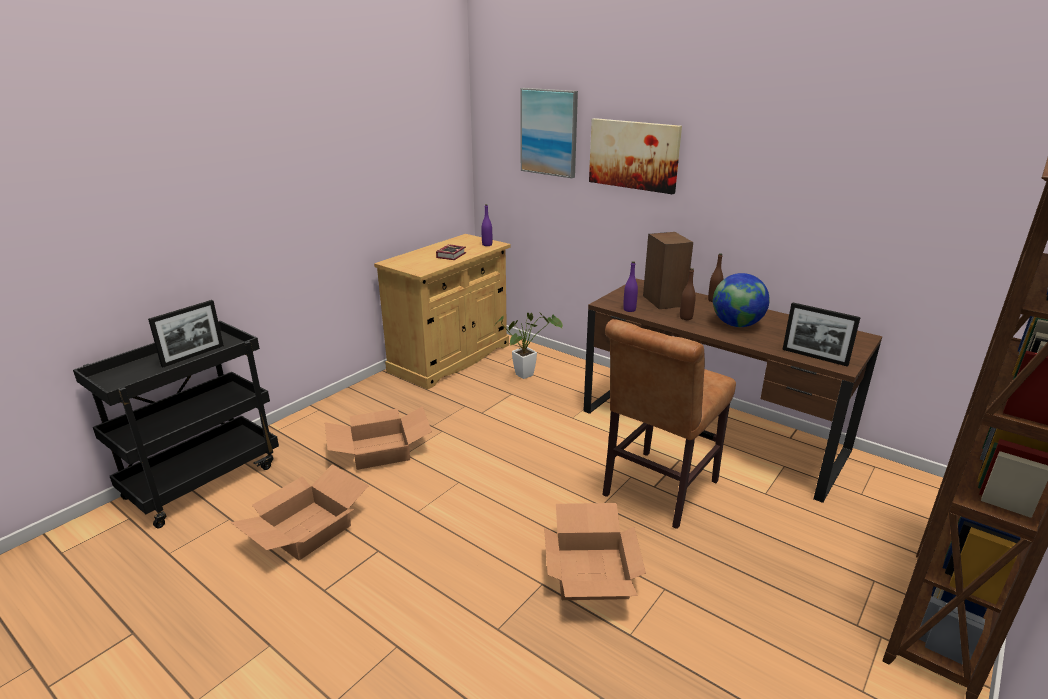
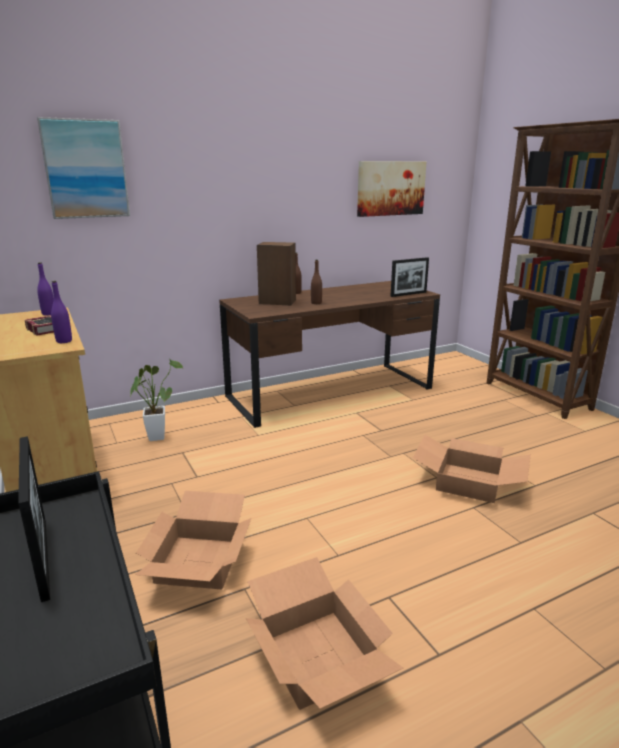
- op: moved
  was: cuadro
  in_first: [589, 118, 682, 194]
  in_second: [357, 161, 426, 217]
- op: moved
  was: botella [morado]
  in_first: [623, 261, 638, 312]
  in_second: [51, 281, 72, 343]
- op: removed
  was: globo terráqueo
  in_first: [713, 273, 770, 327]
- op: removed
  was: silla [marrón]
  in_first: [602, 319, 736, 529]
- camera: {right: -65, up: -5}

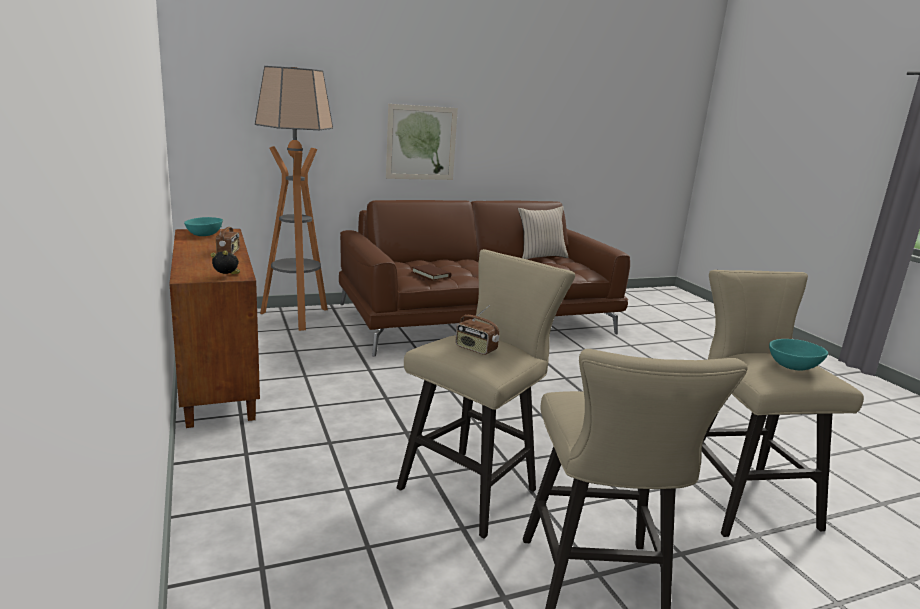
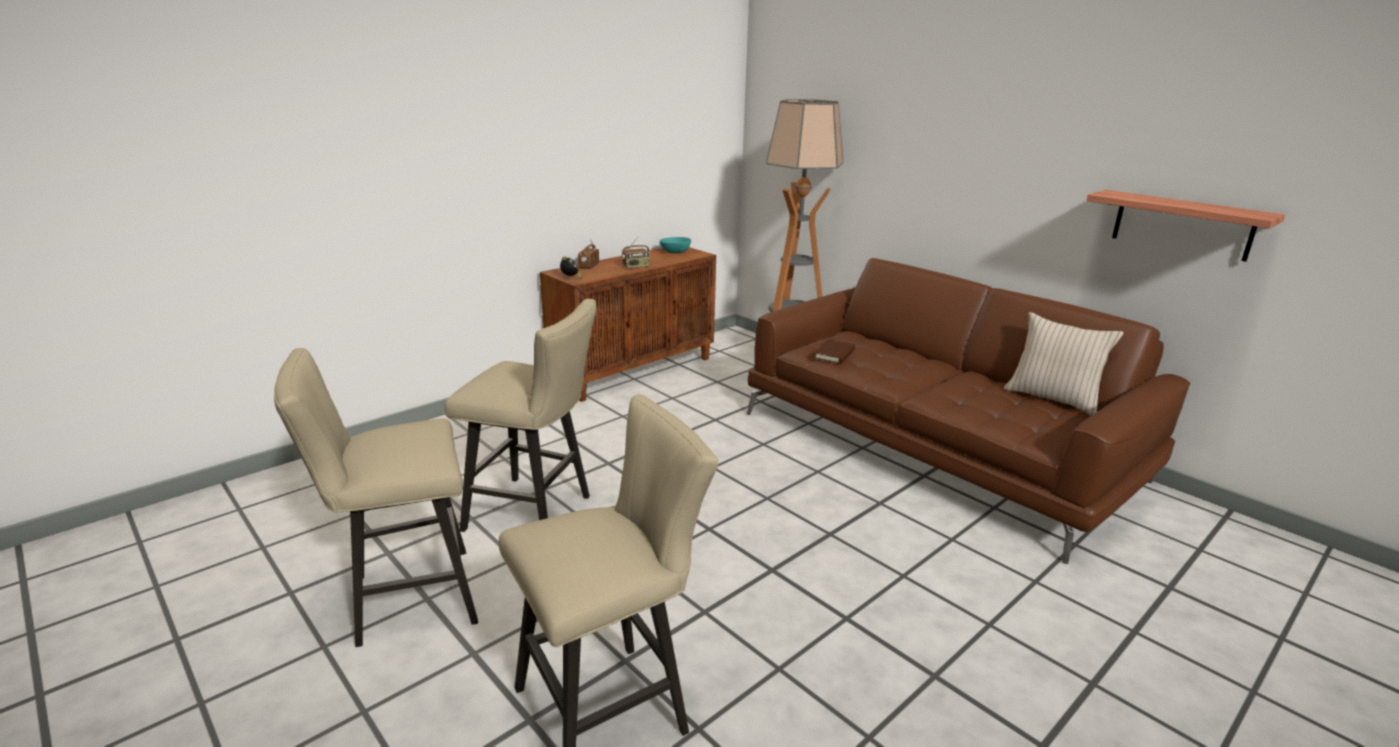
- op: removed
  was: cuadro
  in_first: [386, 104, 458, 180]
- op: moved
  was: radio
  in_first: [456, 305, 499, 355]
  in_second: [578, 239, 599, 270]
- op: removed
  was: cuenco [turquesa]
  in_first: [769, 339, 828, 371]
- op: added
  now: estante
  in_second: [1087, 190, 1285, 262]
- camera: {right: 70, up: 5}

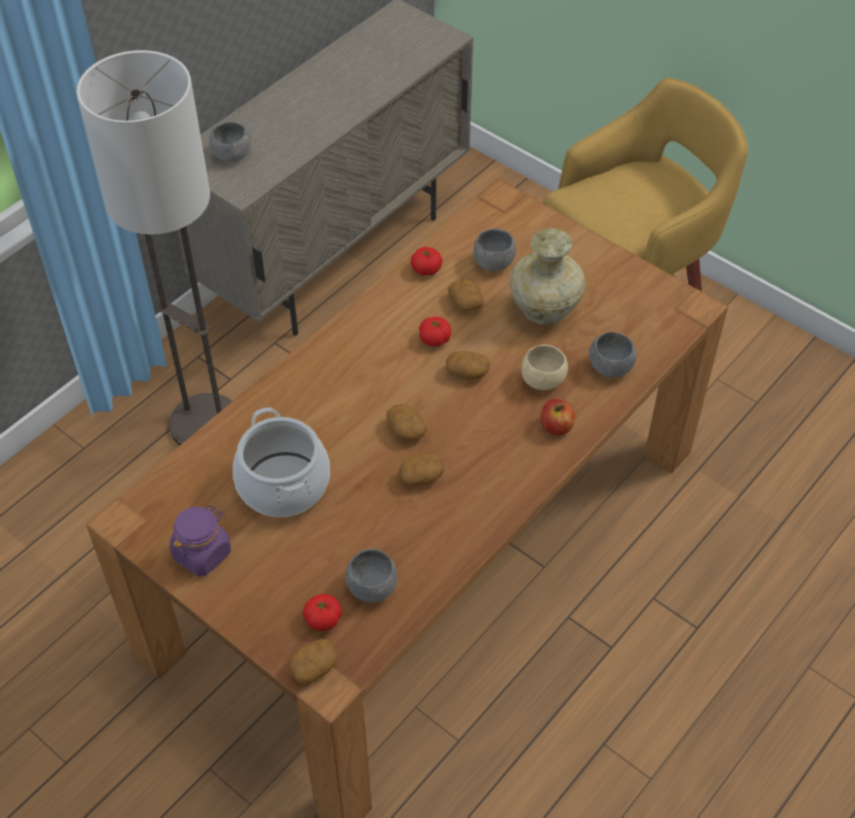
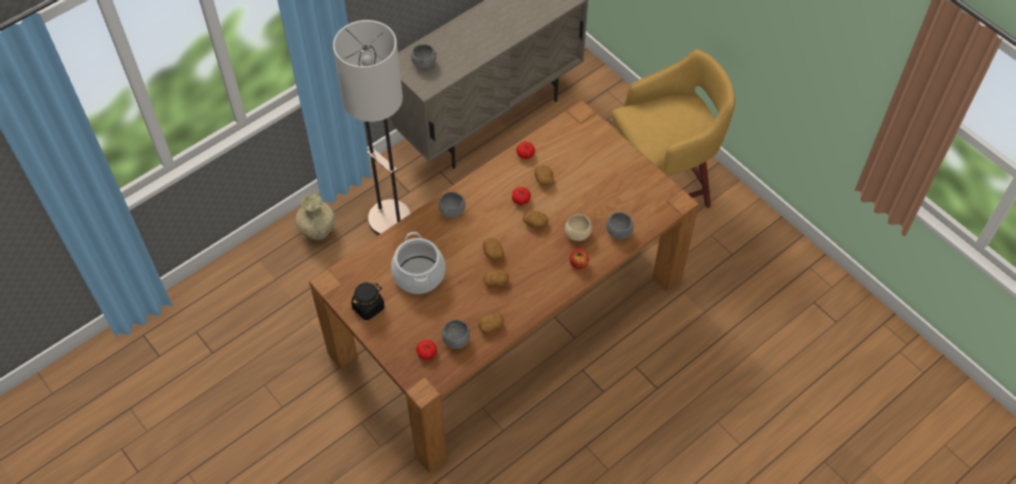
- op: moved
  was: florero [beis]
  in_first: [510, 228, 586, 325]
  in_second: [295, 194, 335, 240]
- op: moved
  was: cuenco [gris]
  in_first: [473, 229, 516, 271]
  in_second: [439, 192, 465, 218]
- op: recoloured
  was: tarro [morado]
  now: tarro [negro]
  in_first: [170, 505, 231, 577]
  in_second: [351, 283, 385, 320]
- op: moved
  was: patata
  in_first: [289, 639, 338, 685]
  in_second: [479, 312, 504, 334]
- camera: {right: 10, up: 5}

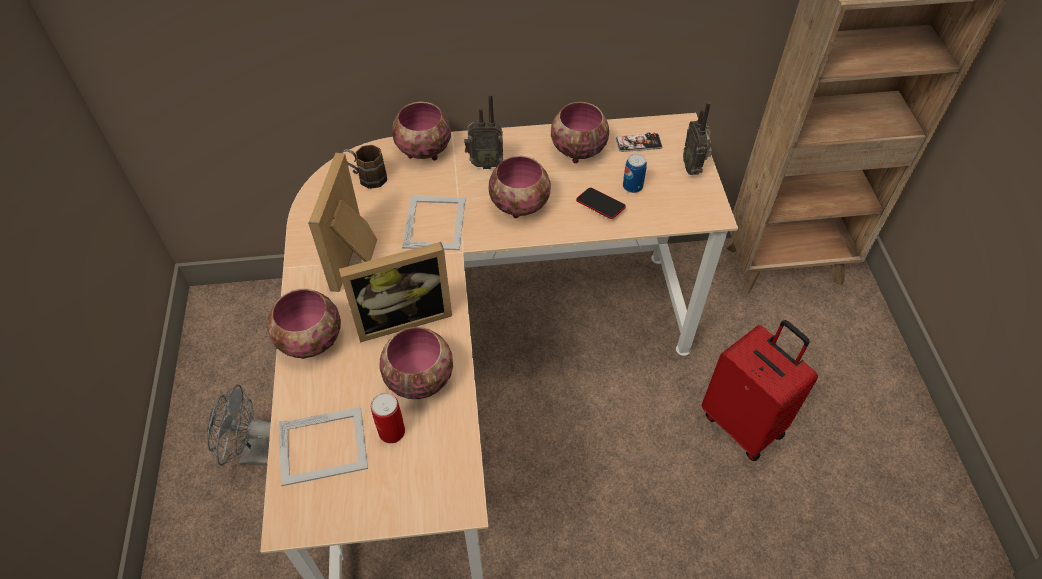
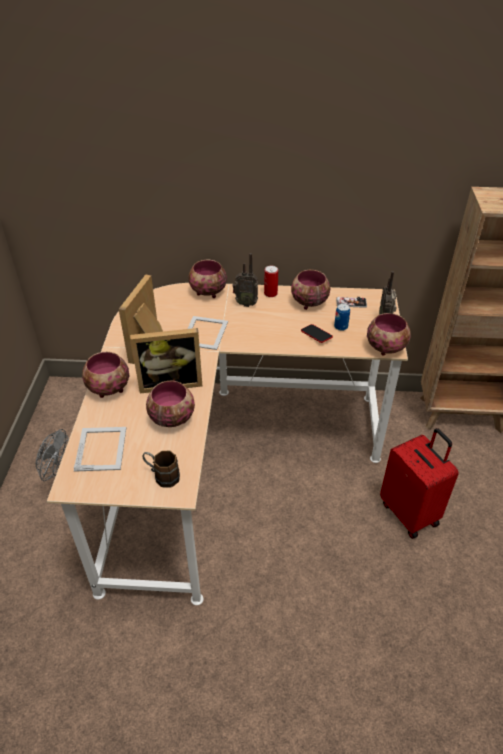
- op: moved
  was: taza grande [marrón]
  in_first: [342, 145, 387, 189]
  in_second: [142, 451, 180, 488]
- op: moved
  was: cuenco
  in_first: [489, 156, 551, 218]
  in_second: [367, 313, 411, 356]
- op: moved
  was: lata
  in_first: [371, 393, 405, 443]
  in_second: [264, 266, 278, 297]
- op: turned
  was: portarretratos
  in_first: [278, 407, 368, 486]
  in_second: [74, 427, 126, 472]
  clockwise: -90
- camera: {right: 10, up: -10}

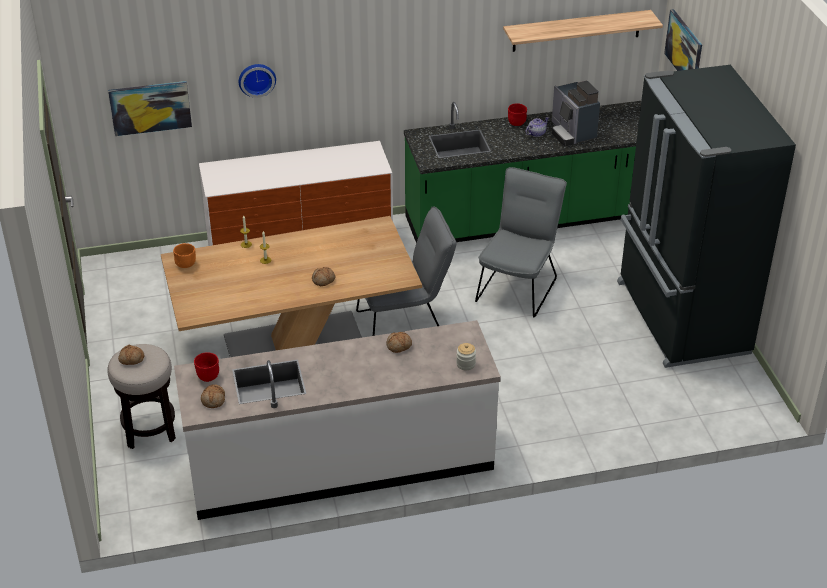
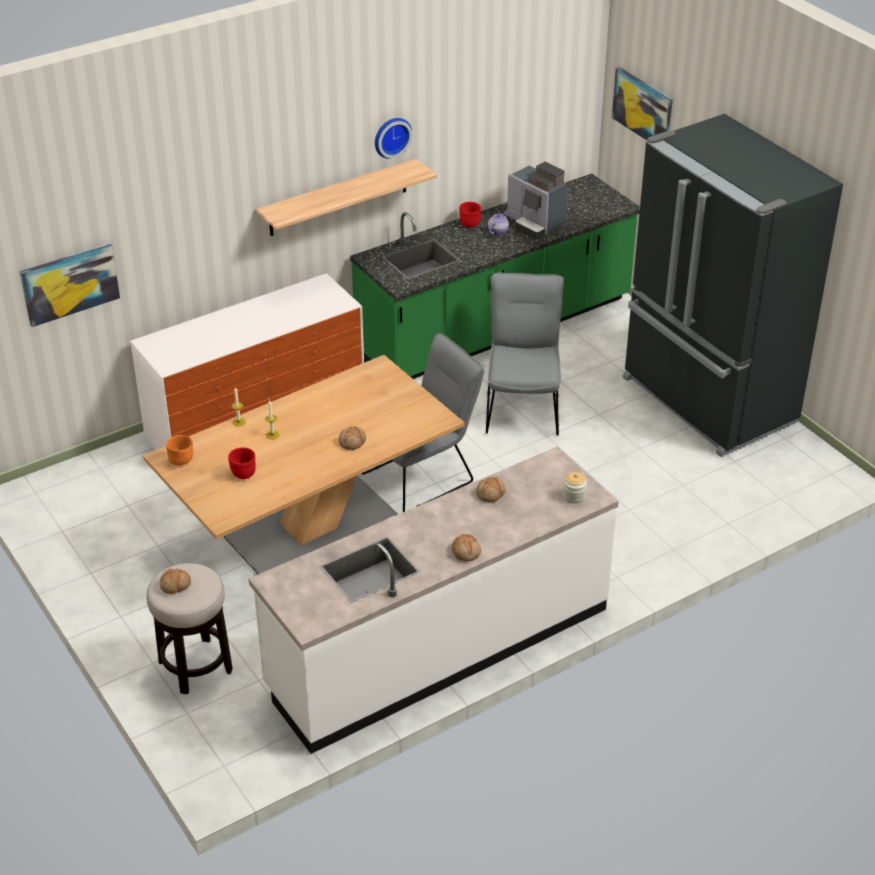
- op: moved
  was: estante
  in_first: [503, 10, 663, 52]
  in_second: [256, 158, 437, 236]
- op: moved
  was: reloj de pared
  in_first: [239, 64, 276, 98]
  in_second: [375, 118, 412, 159]
- op: moved
  was: cuenco [rojo]
  in_first: [194, 352, 219, 382]
  in_second: [228, 447, 256, 479]
- op: moved
  was: pan
  in_first: [201, 384, 225, 408]
  in_second: [452, 534, 481, 562]
- camera: {right: -20, up: 0}

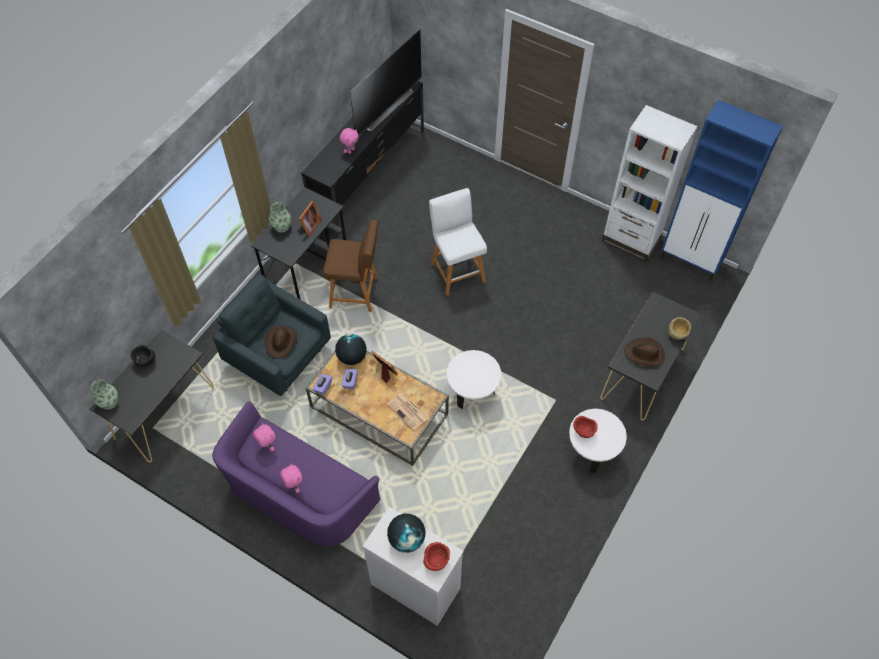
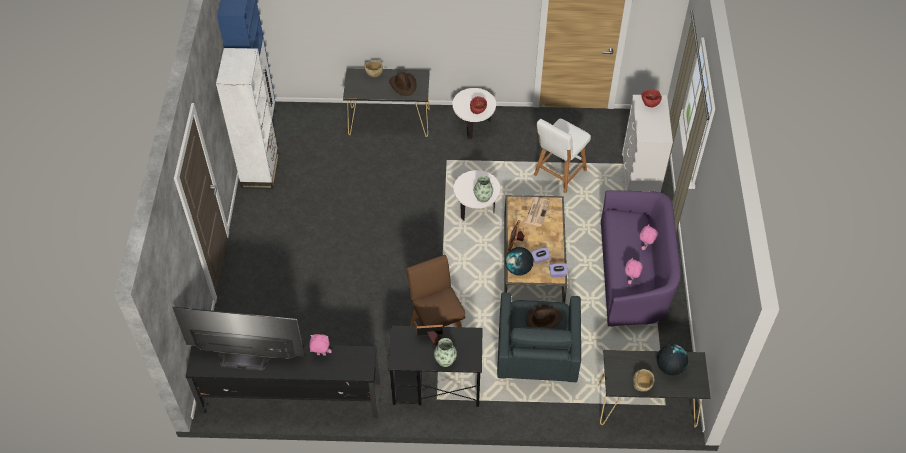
- op: moved
  was: taburete [blanco]
  in_first: [429, 188, 487, 295]
  in_second: [534, 119, 591, 193]
- op: recoloured
  was: cuenco [negro]
  now: cuenco [beis]
  in_first: [131, 345, 155, 367]
  in_second: [633, 369, 655, 392]
- op: moved
  was: florero
  in_first: [91, 380, 118, 410]
  in_second: [474, 175, 493, 203]
- op: moved
  was: globo terráqueo
  in_first: [387, 514, 425, 553]
  in_second: [657, 344, 688, 376]
- camera: {right: -120, up: -5}

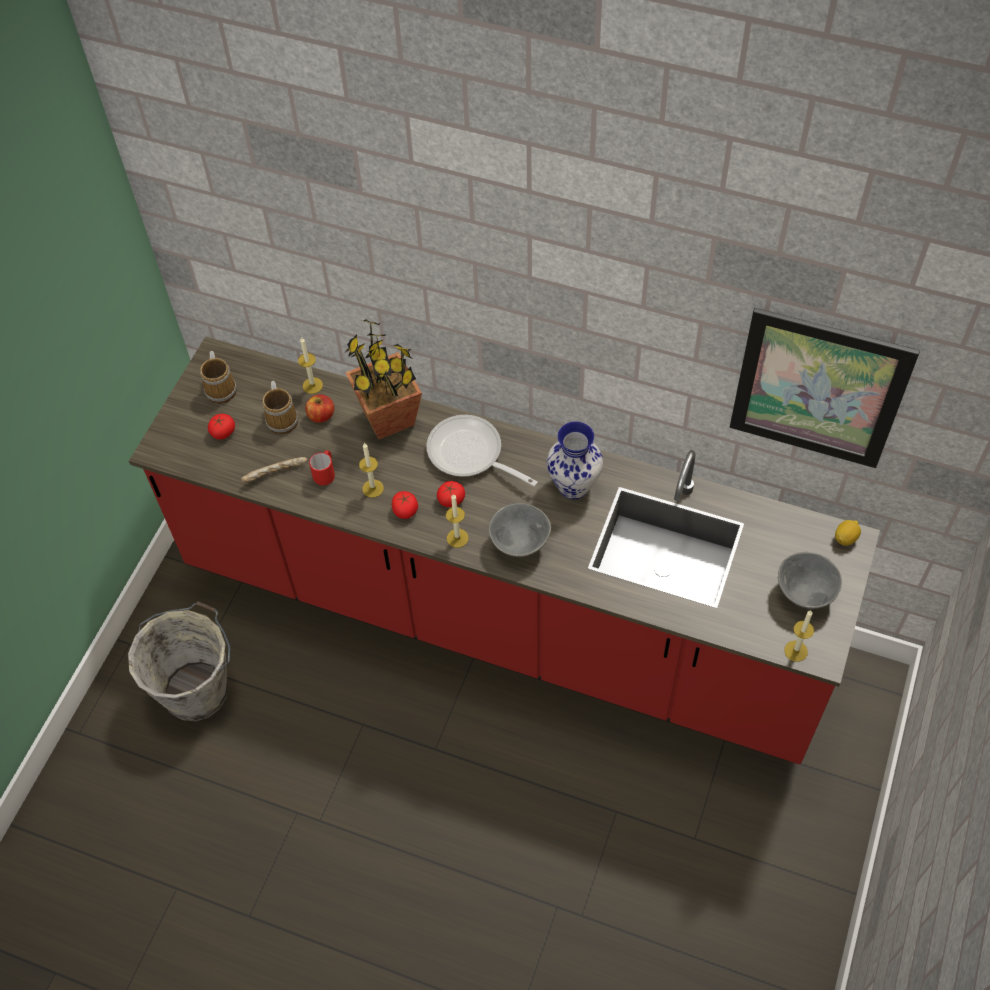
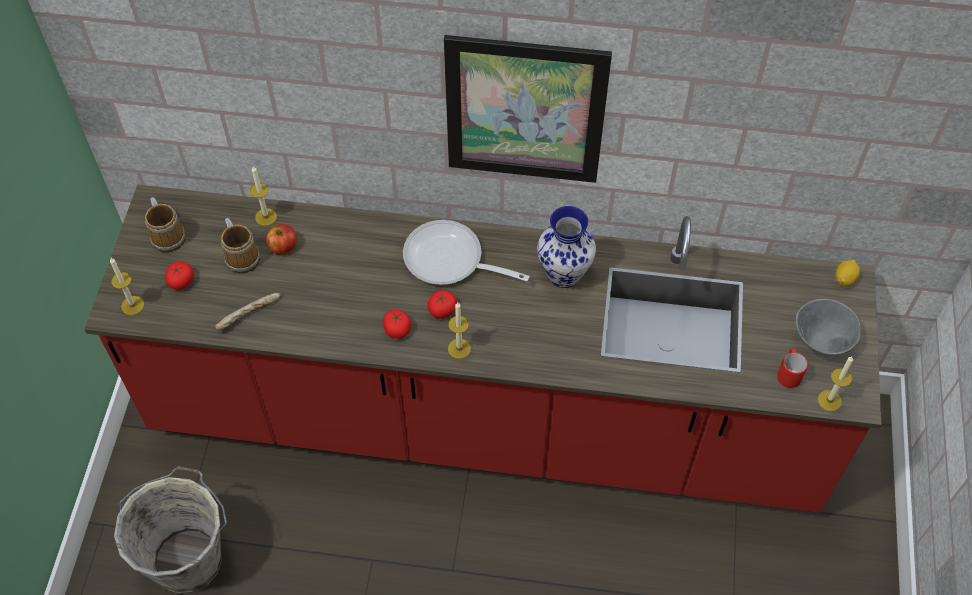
- op: moved
  was: cuadro
  in_first: [730, 308, 920, 468]
  in_second: [444, 35, 612, 183]
- op: removed
  was: planta en maceta
  in_first: [345, 319, 422, 439]
- op: moved
  was: vela
  in_first: [359, 442, 384, 498]
  in_second: [110, 258, 144, 315]
- op: moved
  was: taza grande [rojo]
  in_first: [309, 450, 335, 486]
  in_second: [777, 349, 808, 388]
- op: removed
  was: cuenco [gris]
  in_first: [489, 503, 551, 557]
- camera: {right: -15, up: 0}

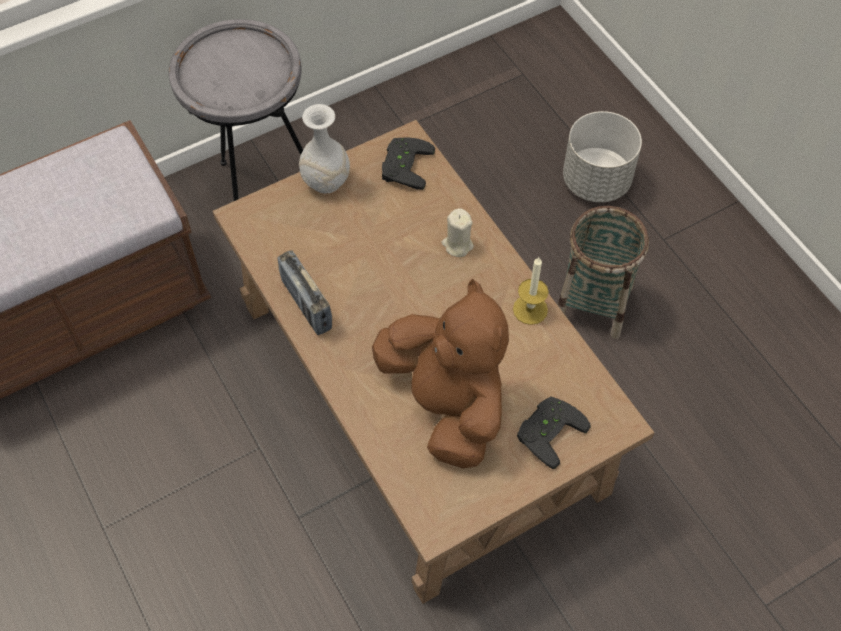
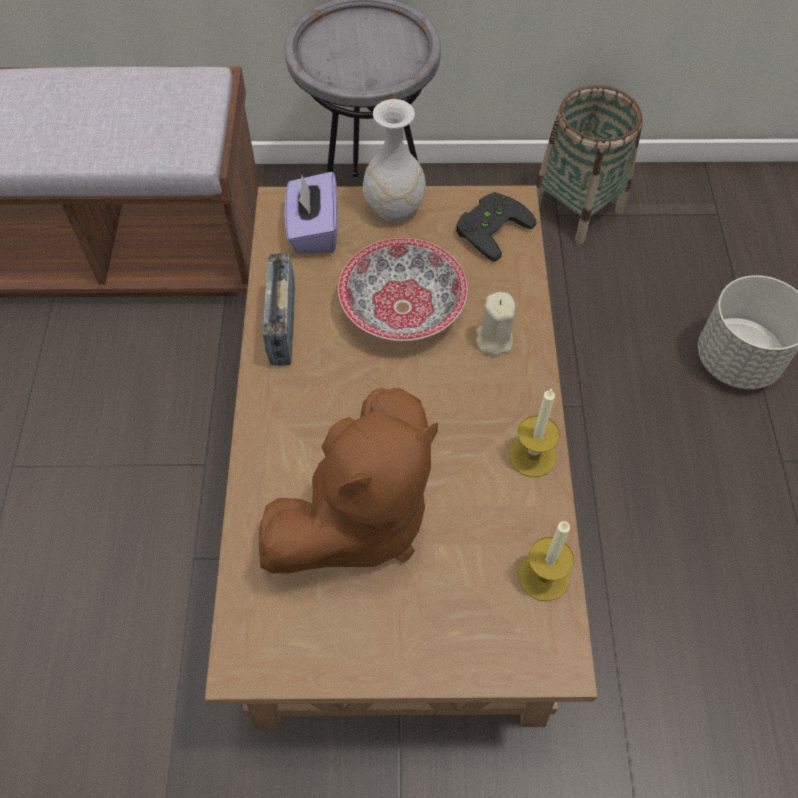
- op: moved
  was: cesta
  in_first: [557, 206, 649, 339]
  in_second: [535, 85, 643, 244]
- op: turned
  was: peluche [marrón]
  in_first: [372, 279, 509, 468]
  in_second: [259, 388, 438, 573]
  clockwise: 45
- op: removed
  was: mando de consola [negro]
  in_first: [517, 396, 591, 469]
- op: added
  now: caja de pañuelos [morado]
  in_second: [285, 172, 338, 254]
- op: added
  now: cuenco
  in_second: [338, 238, 468, 341]
- op: added
  now: vela
  in_second: [519, 521, 574, 601]
- camera: {right: 30, up: 0}

